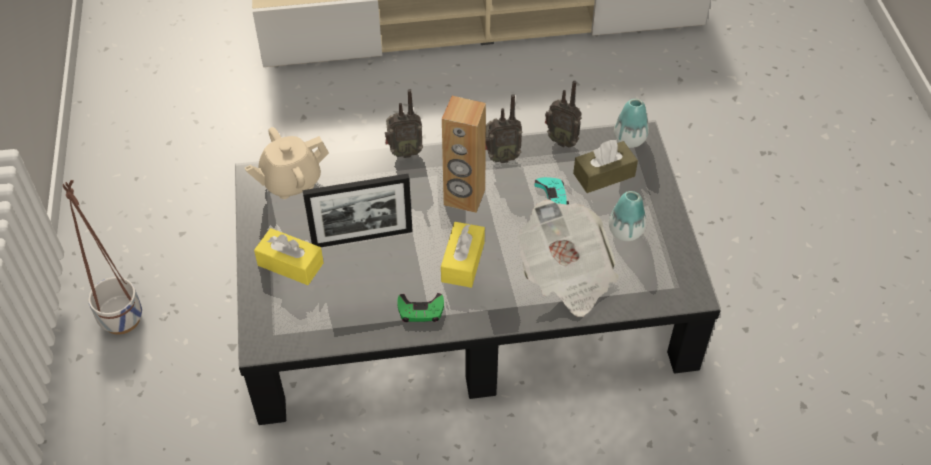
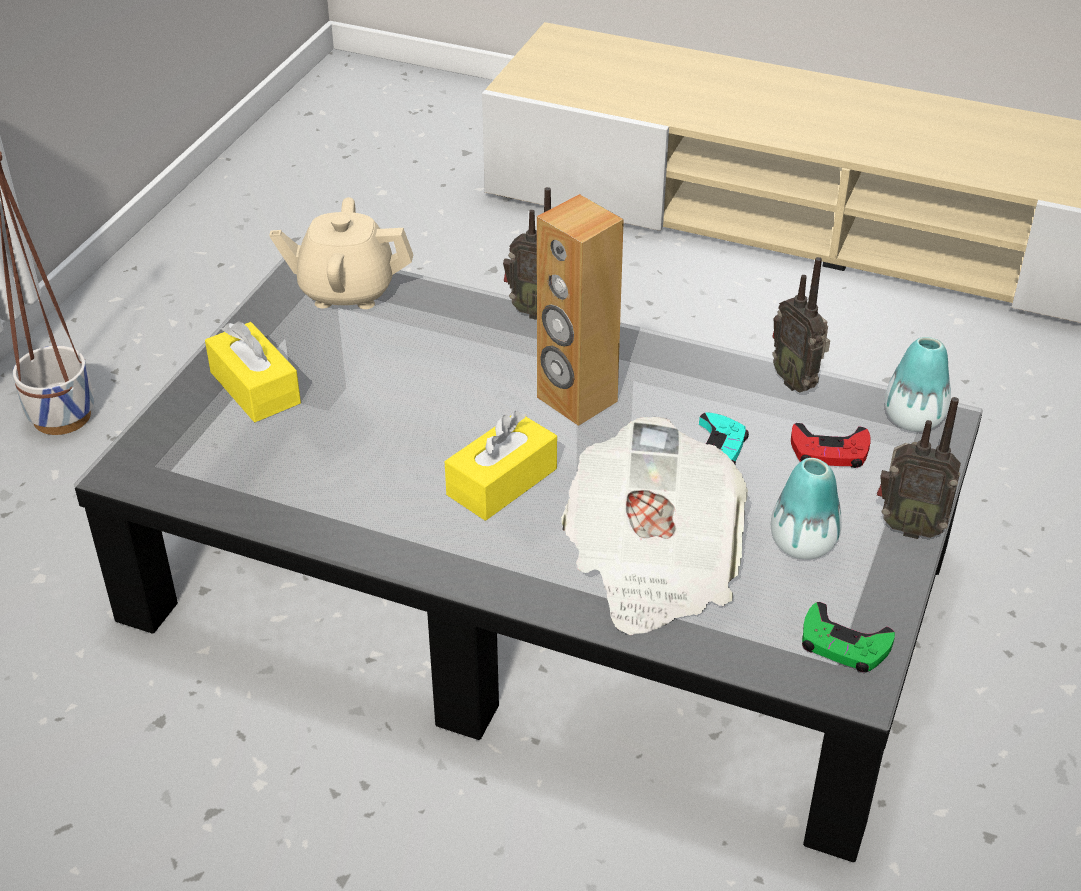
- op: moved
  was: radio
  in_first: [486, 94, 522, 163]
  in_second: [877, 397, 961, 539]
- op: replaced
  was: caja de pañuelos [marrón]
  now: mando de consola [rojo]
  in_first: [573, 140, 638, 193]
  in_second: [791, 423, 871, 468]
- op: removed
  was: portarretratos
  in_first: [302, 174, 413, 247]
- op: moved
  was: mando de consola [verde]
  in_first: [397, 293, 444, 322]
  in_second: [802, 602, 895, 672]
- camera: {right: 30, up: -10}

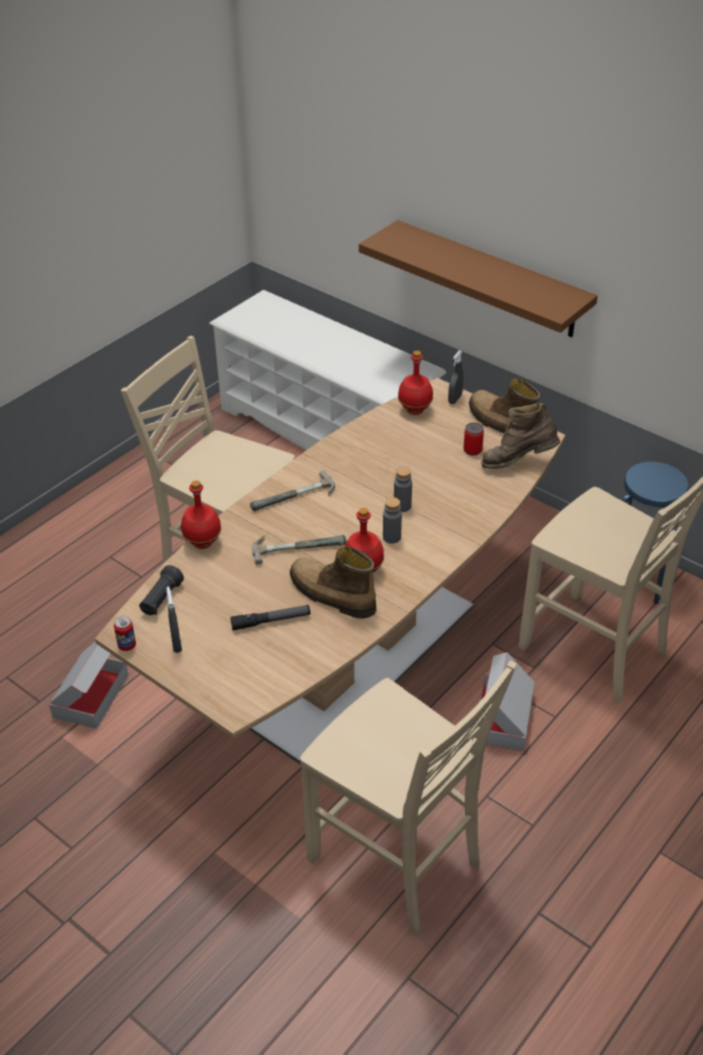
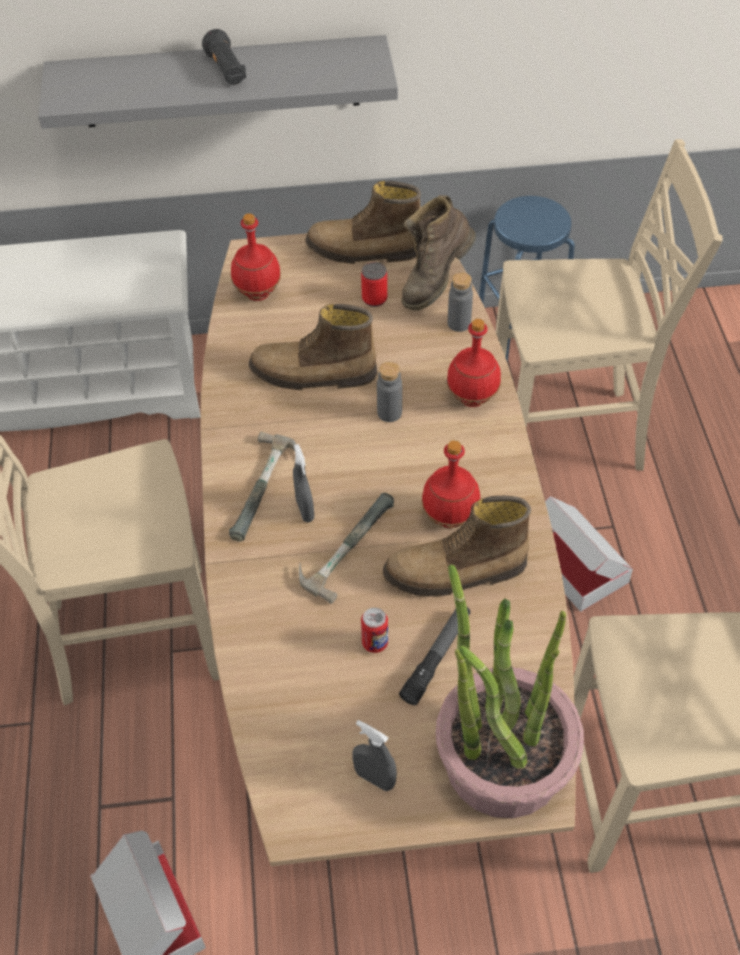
- op: recoloured
  was: estante [marrón]
  now: estante [gris]
  in_first: [359, 220, 598, 337]
  in_second: [38, 35, 398, 129]
- op: moved
  was: pulverizador [gris]
  in_first: [448, 350, 464, 404]
  in_second: [293, 444, 314, 522]
- op: moved
  was: botella [rojo]
  in_first: [181, 480, 221, 549]
  in_second: [447, 319, 501, 407]
- op: moved
  was: botella [gris]
  in_first: [383, 497, 402, 544]
  in_second: [448, 272, 473, 332]
- op: moved
  was: linterna [negro]
  in_first: [139, 565, 184, 615]
  in_second: [202, 29, 246, 85]
- op: moved
  was: lata
  in_first: [114, 616, 136, 651]
  in_second: [361, 608, 388, 653]
- op: added
  now: bota
  in_second: [248, 304, 378, 390]
- op: added
  now: planta en maceta
  in_second: [435, 564, 584, 818]
- camera: {right: -45, up: 10}

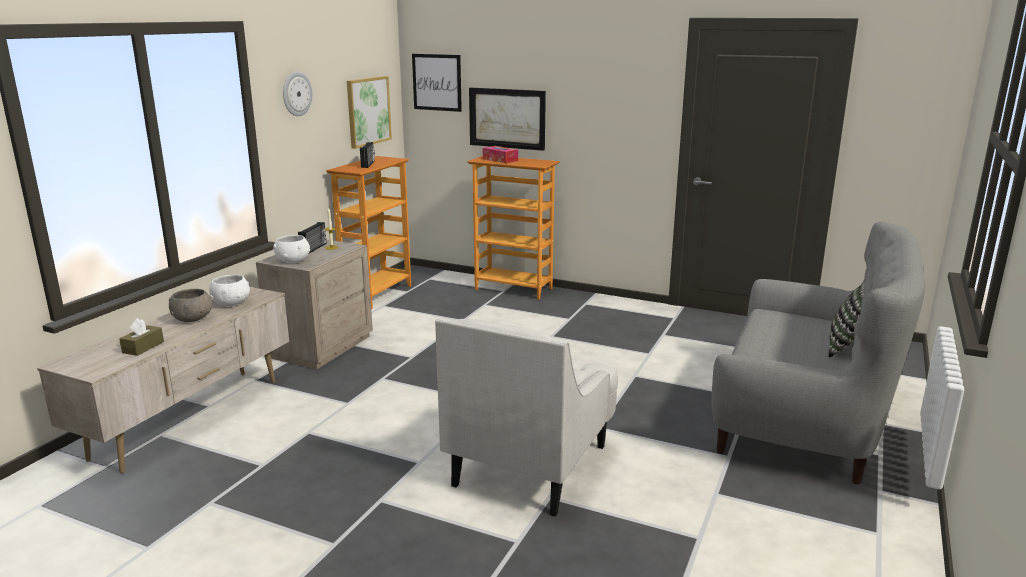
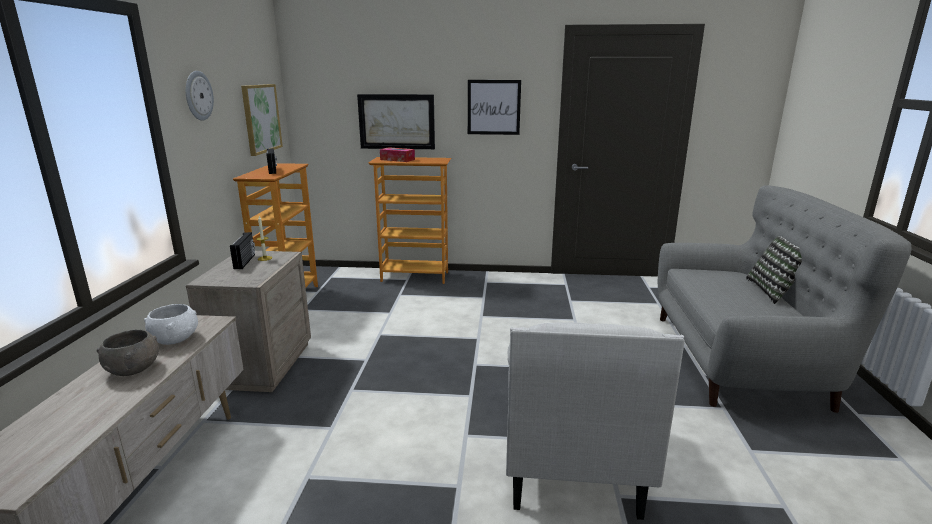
- op: moved
  was: cuadro
  in_first: [412, 54, 462, 112]
  in_second: [468, 80, 521, 135]
- op: removed
  was: cuenco [blanco]
  in_first: [273, 235, 310, 263]
- op: removed
  was: caja de pañuelos [marrón]
  in_first: [119, 318, 164, 356]
- camera: {right: -20, up: 0}

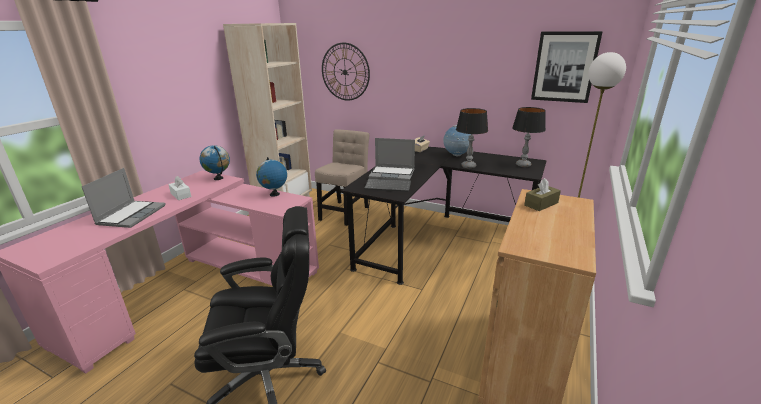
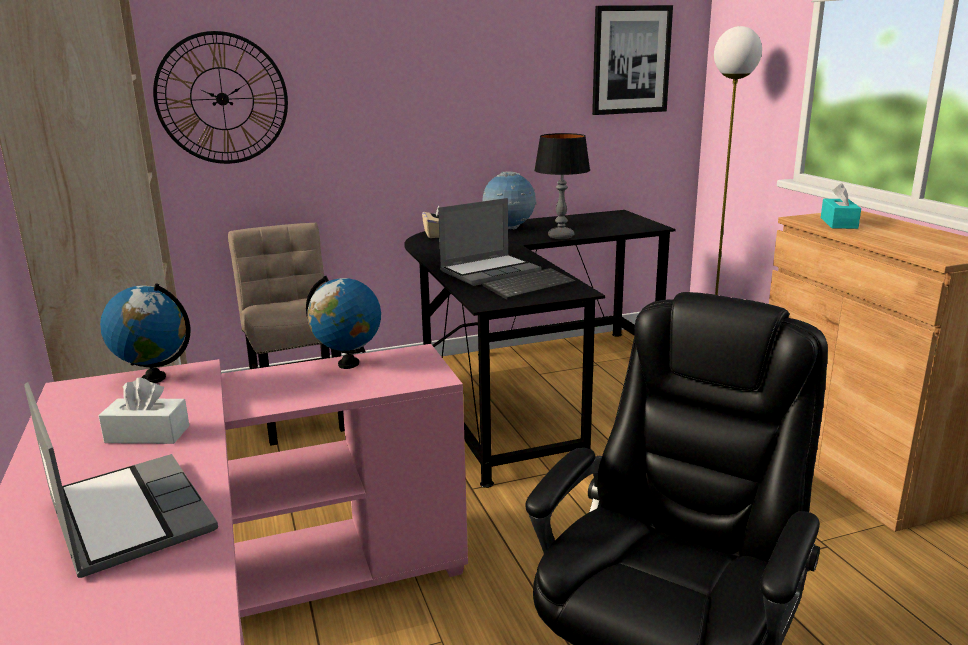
- op: removed
  was: lámpara de mesa
  in_first: [512, 107, 546, 167]
- op: recoloured
  was: caja de pañuelos [marrón]
  now: caja de pañuelos [turquesa]
  in_first: [524, 178, 561, 211]
  in_second: [821, 183, 861, 229]
- camera: {right: -45, up: -5}

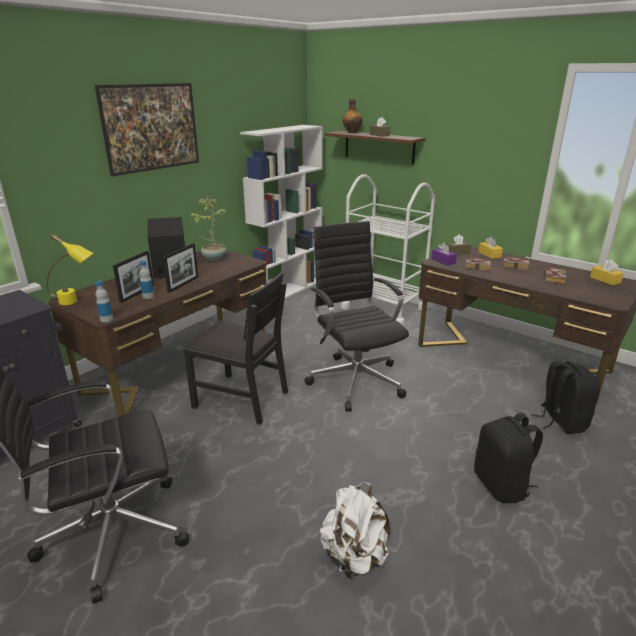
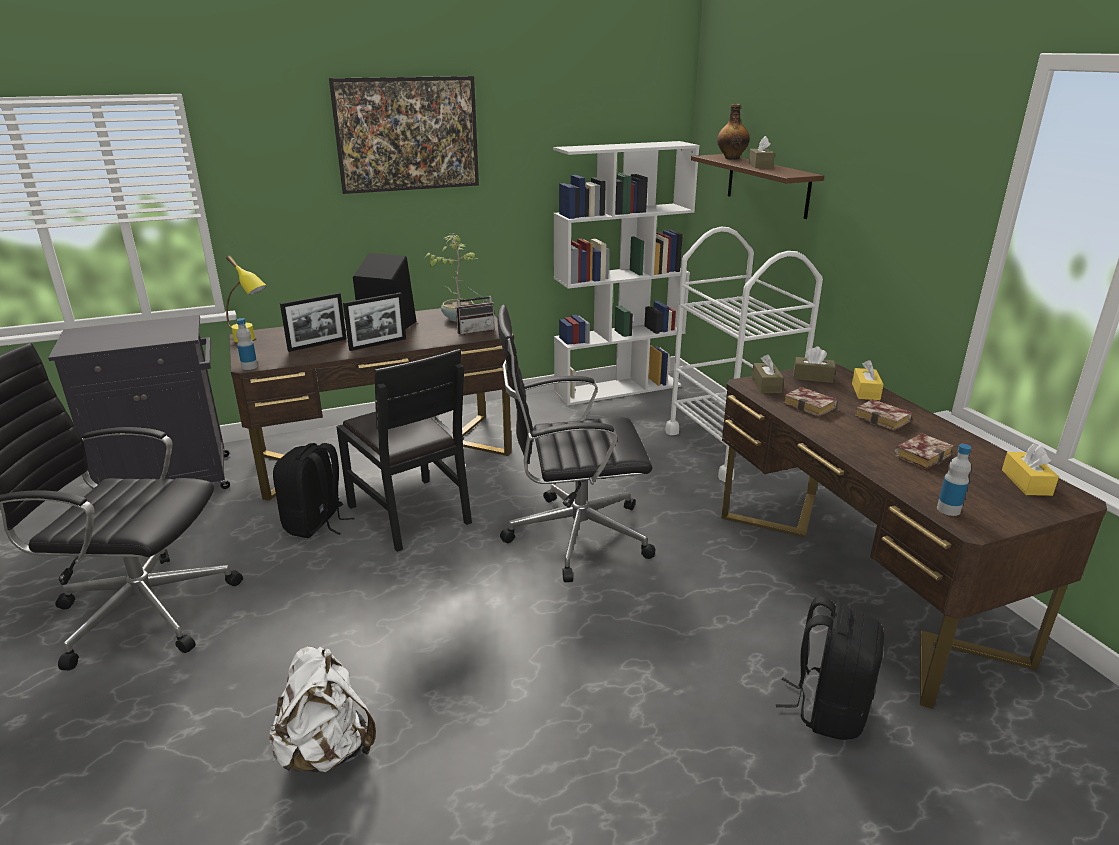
- op: turned
  was: silla de oficina [negro]
  in_first: [304, 221, 409, 412]
  in_second: [497, 305, 655, 582]
  clockwise: -105
- op: recoloured
  was: caja de pañuelos [morado]
  now: caja de pañuelos [marrón]
  in_first: [431, 242, 457, 265]
  in_second: [752, 354, 784, 393]
- op: moved
  was: botella
  in_first: [139, 261, 154, 299]
  in_second: [937, 444, 971, 516]
- op: moved
  was: mochila [negro]
  in_first: [474, 413, 543, 503]
  in_second: [273, 443, 355, 538]
- op: added
  now: radio
  in_second: [456, 286, 495, 335]
- camera: {right: 30, up: 0}

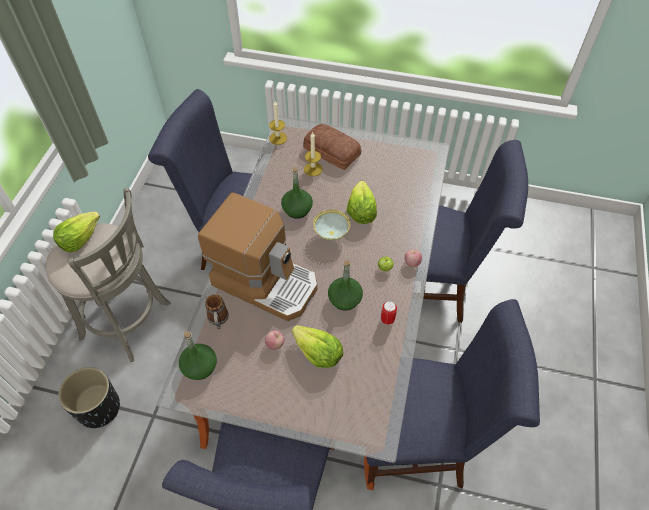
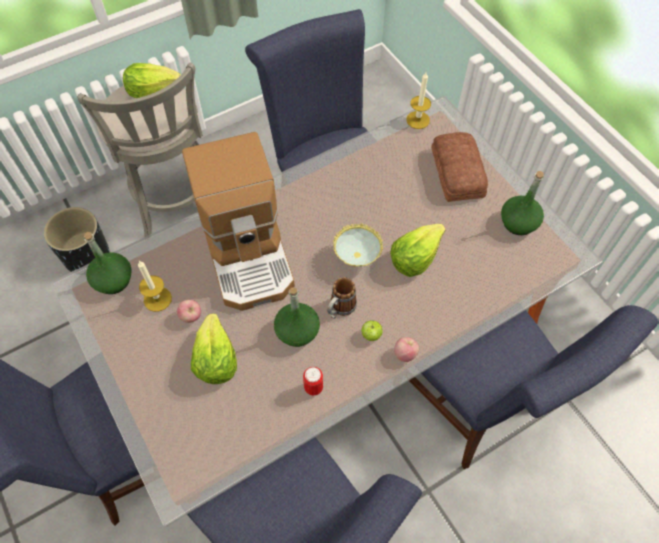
- op: moved
  was: vela
  in_first: [304, 132, 323, 176]
  in_second: [138, 261, 172, 312]
- op: moved
  was: botella [verde]
  in_first: [281, 167, 313, 219]
  in_second: [501, 171, 544, 235]
- op: moved
  was: taza grande
  in_first: [205, 294, 229, 329]
  in_second: [327, 277, 357, 319]
- camera: {right: 45, up: 5}

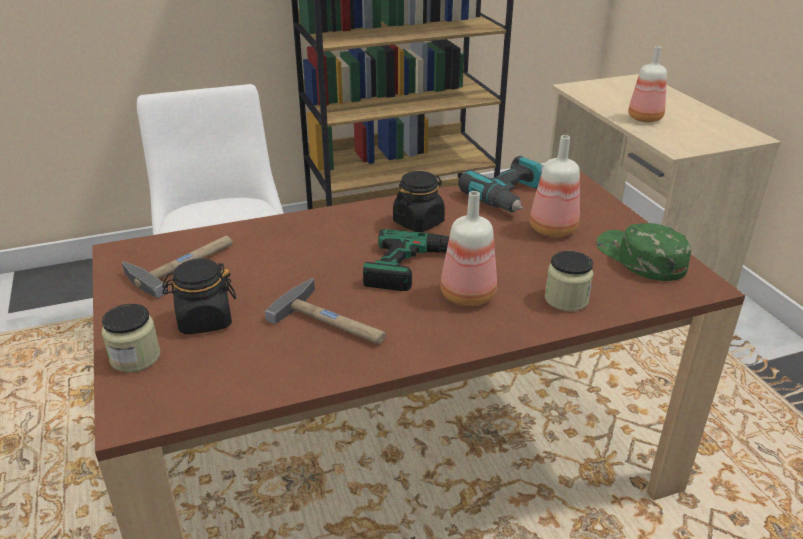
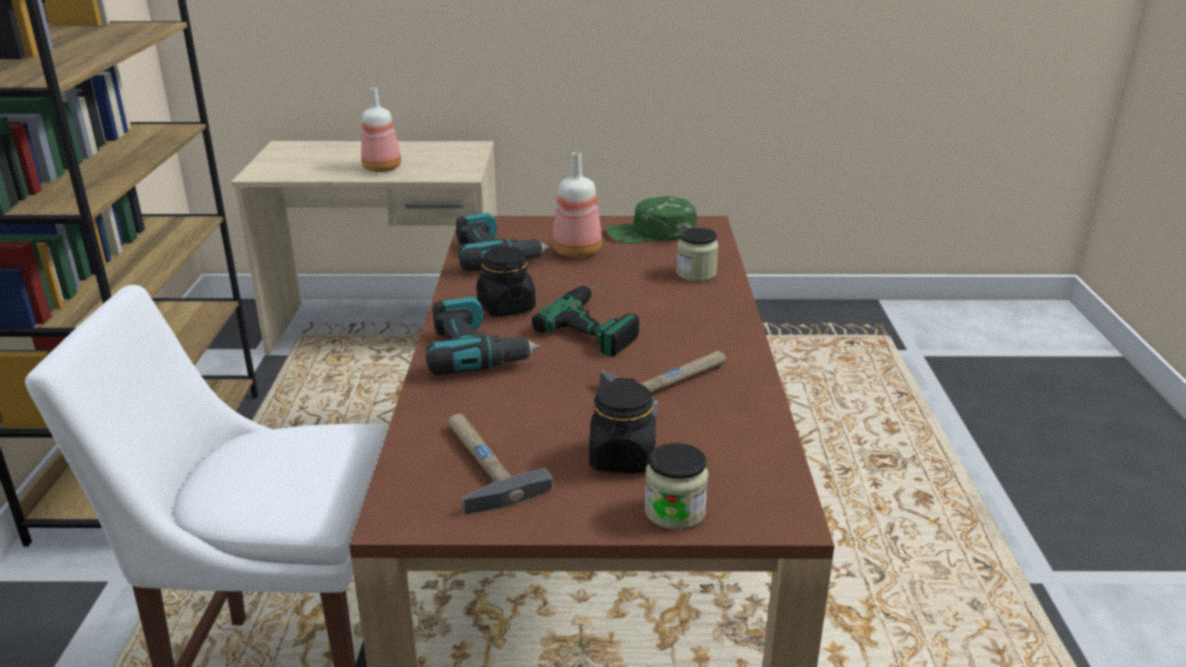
- op: removed
  was: botella
  in_first: [441, 191, 497, 306]
- op: added
  now: taladro
  in_second: [426, 297, 541, 375]
- camera: {right: -70, up: -5}

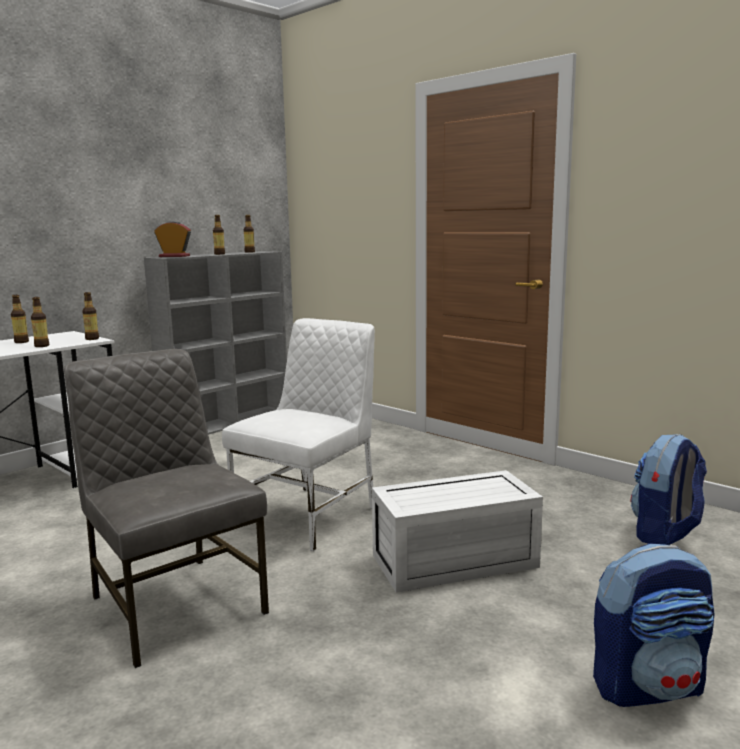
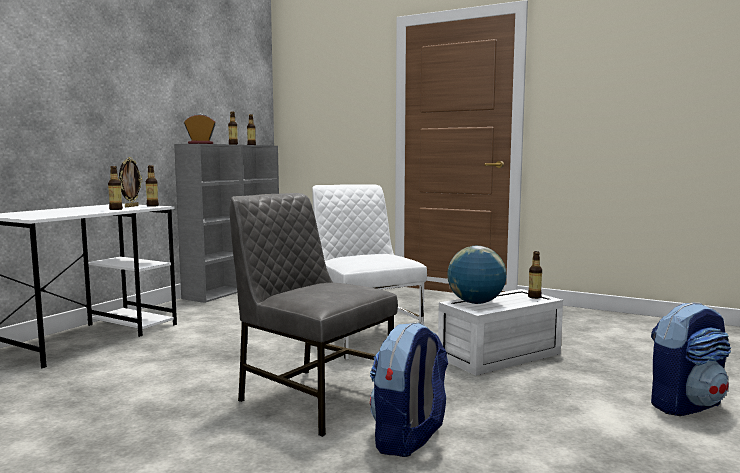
- op: moved
  was: botella
  in_first: [11, 295, 29, 343]
  in_second: [528, 251, 542, 299]
- op: turned
  was: silla [blanco]
  in_first: [222, 318, 375, 551]
  in_second: [312, 184, 427, 360]
  clockwise: -45
- op: moved
  was: mochila
  in_first: [631, 434, 707, 545]
  in_second: [370, 322, 448, 457]
- op: added
  now: portarretratos
  in_second: [119, 157, 142, 207]
- op: added
  now: globo terráqueo
  in_second: [447, 246, 506, 304]
- camera: {right: -15, up: -5}

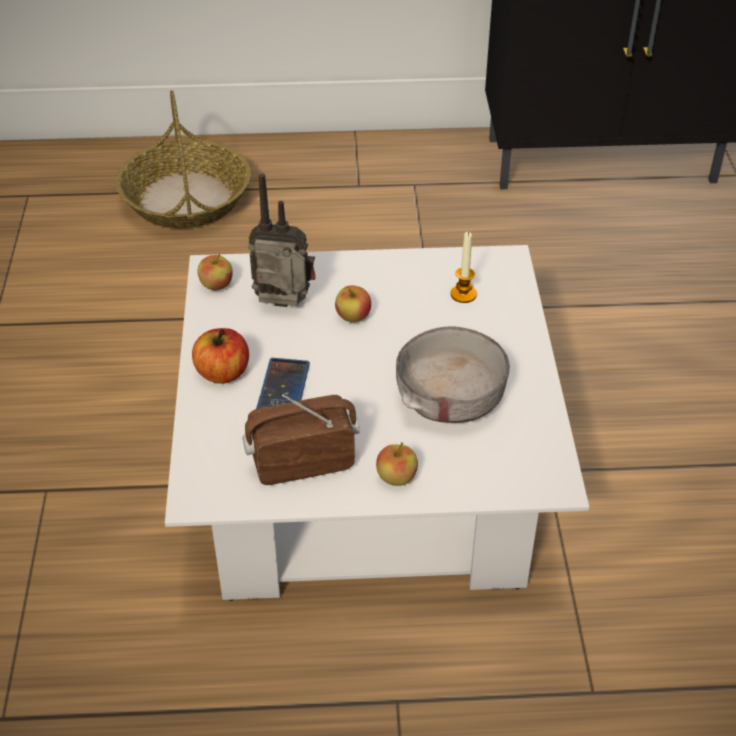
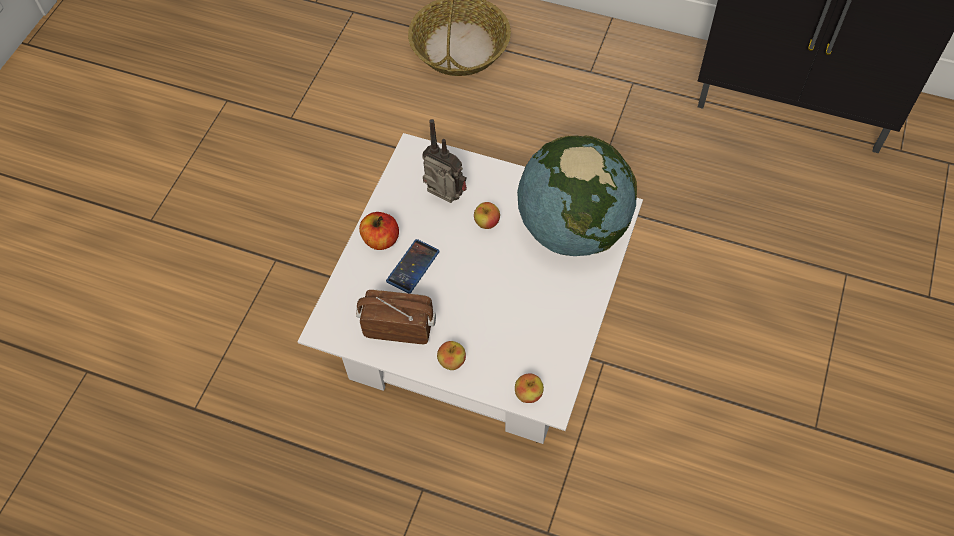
- op: replaced
  was: vela
  now: globo terráqueo
  in_first: [451, 232, 477, 303]
  in_second: [517, 135, 637, 256]
- op: moved
  was: manzana
  in_first: [198, 254, 233, 290]
  in_second: [515, 373, 544, 403]
- op: removed
  was: cuenco [gris]
  in_first: [396, 326, 510, 423]
- camera: {right: 25, up: 15}

